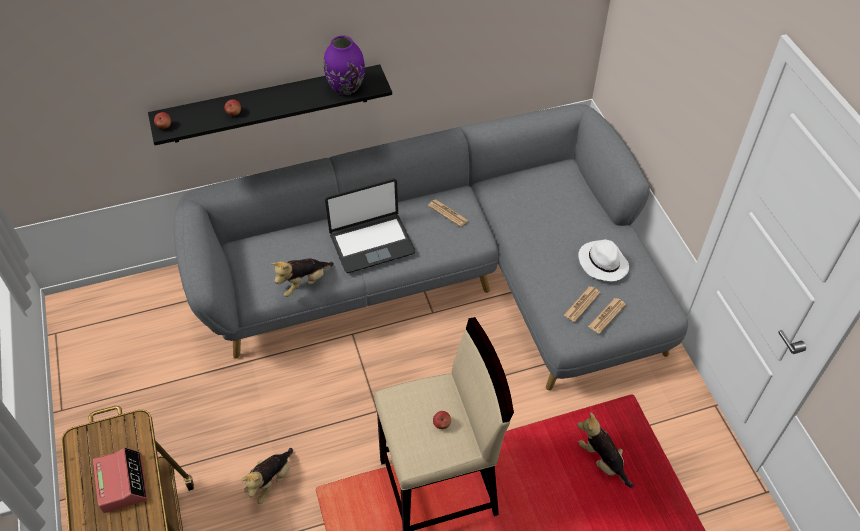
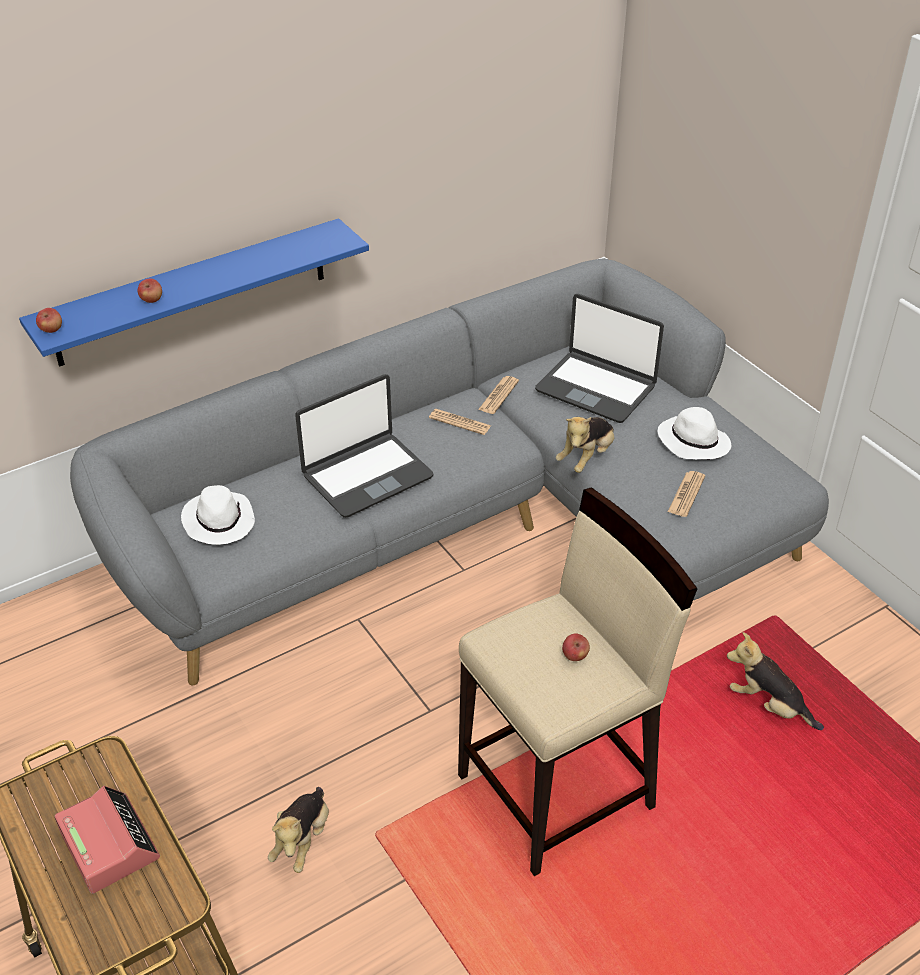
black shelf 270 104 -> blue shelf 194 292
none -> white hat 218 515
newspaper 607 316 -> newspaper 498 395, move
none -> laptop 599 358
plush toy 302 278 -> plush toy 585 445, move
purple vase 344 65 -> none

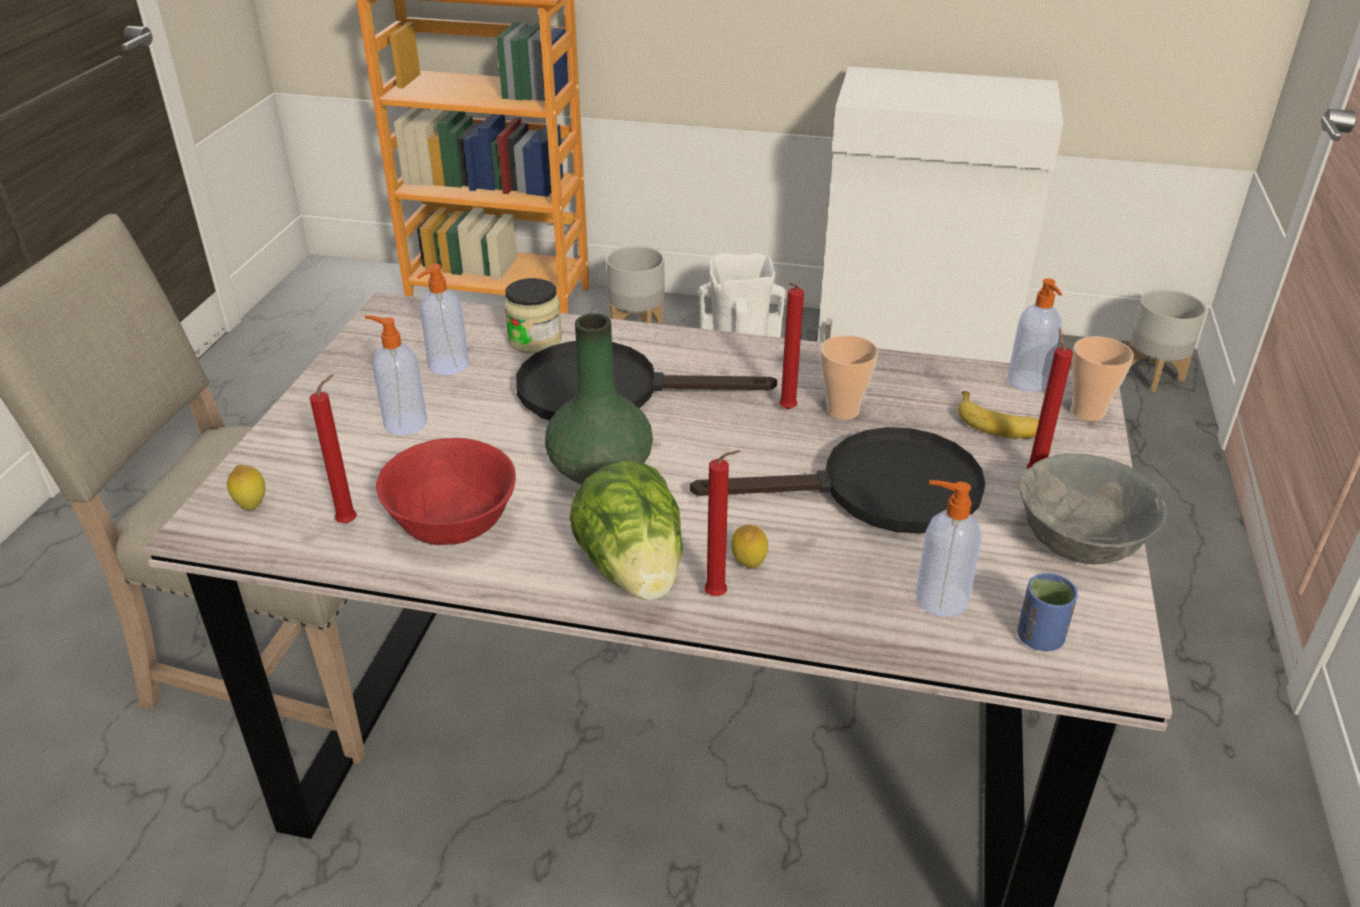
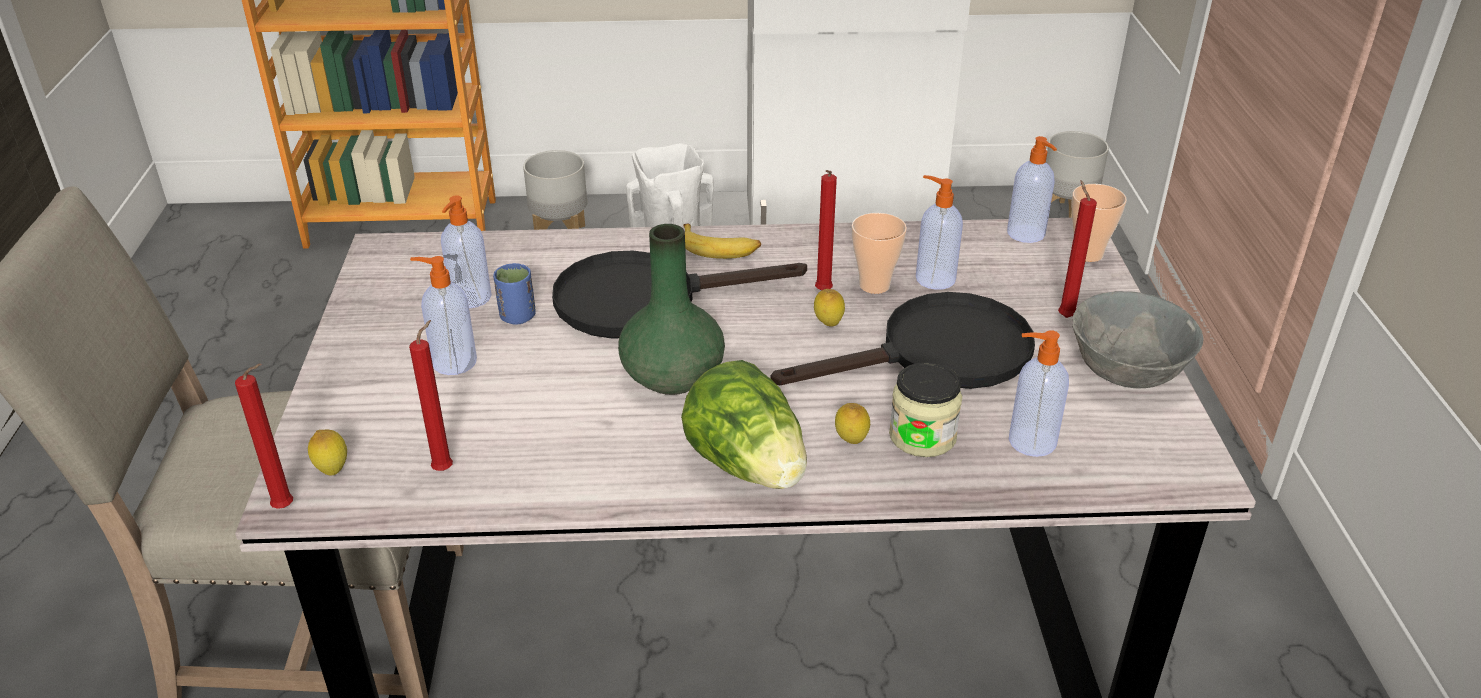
red candle 722 523 -> red candle 264 436, move
blue cup 1047 612 -> blue cup 514 294, move
banana 998 415 -> banana 722 241, move
none -> lemon 829 308
jar 533 315 -> jar 925 410, move
none -> soap dispenser 939 232
red bowl 446 491 -> none

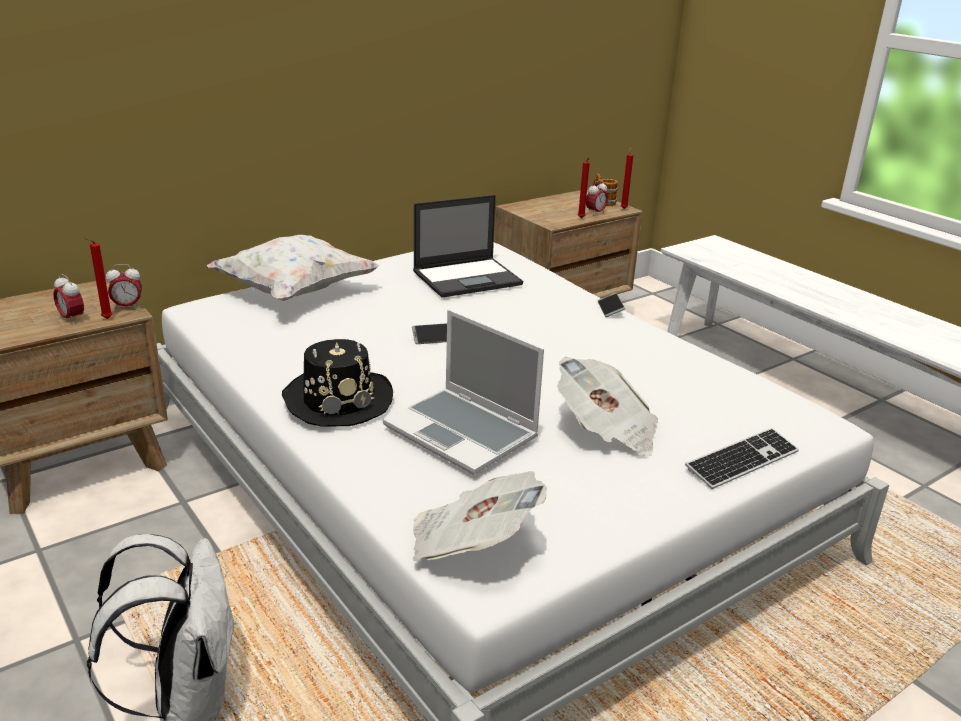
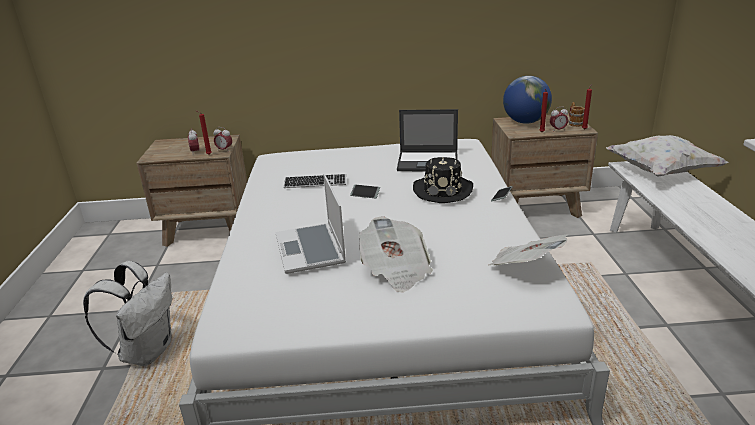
keyboard 742 458 -> keyboard 315 181, move
black hat 337 383 -> black hat 443 180, move
newspaper 480 516 -> newspaper 528 249, move
none -> globe 527 100
white pillow 293 268 -> white pillow 667 156, move

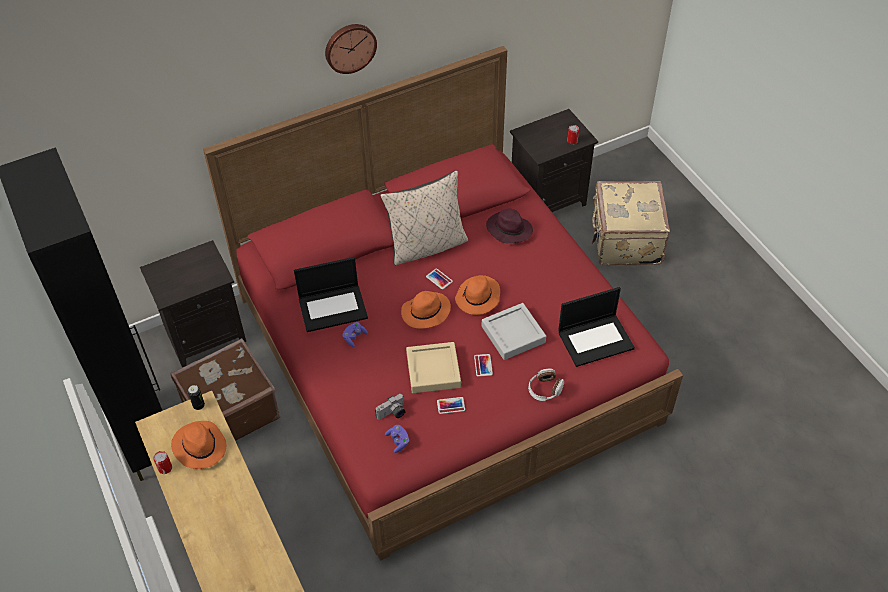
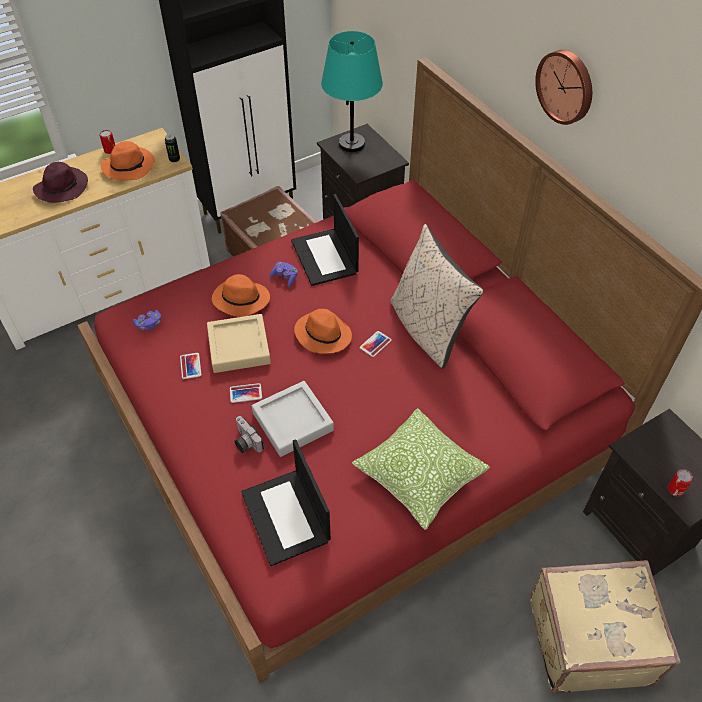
purple hat 509 225 -> purple hat 60 182, move
orange hat 477 295 -> orange hat 241 295, move
photo camera 390 407 -> photo camera 249 434, move
none -> turquoise table lamp 352 91
none -> pillow 421 469
headphones 546 384 -> none

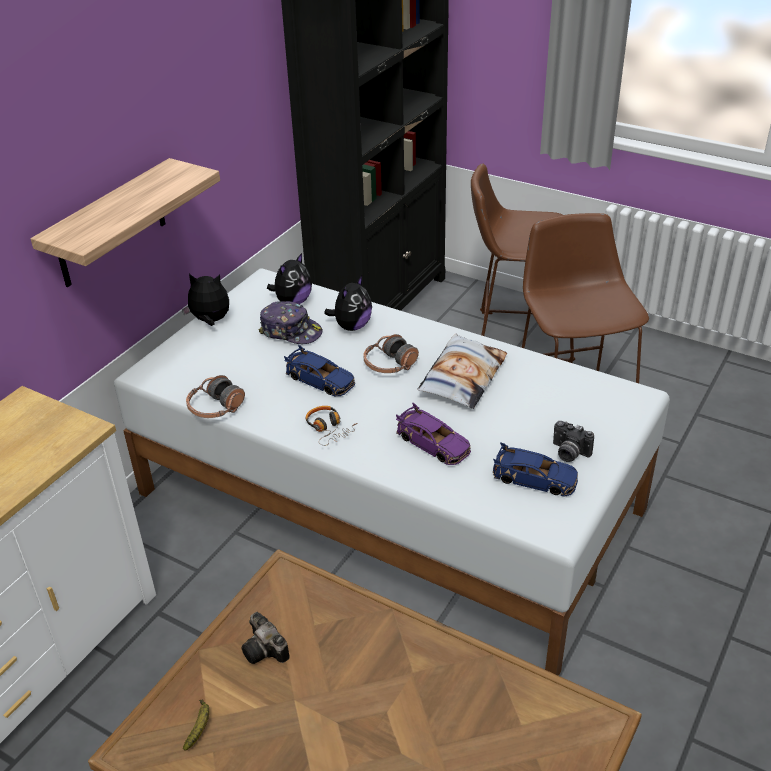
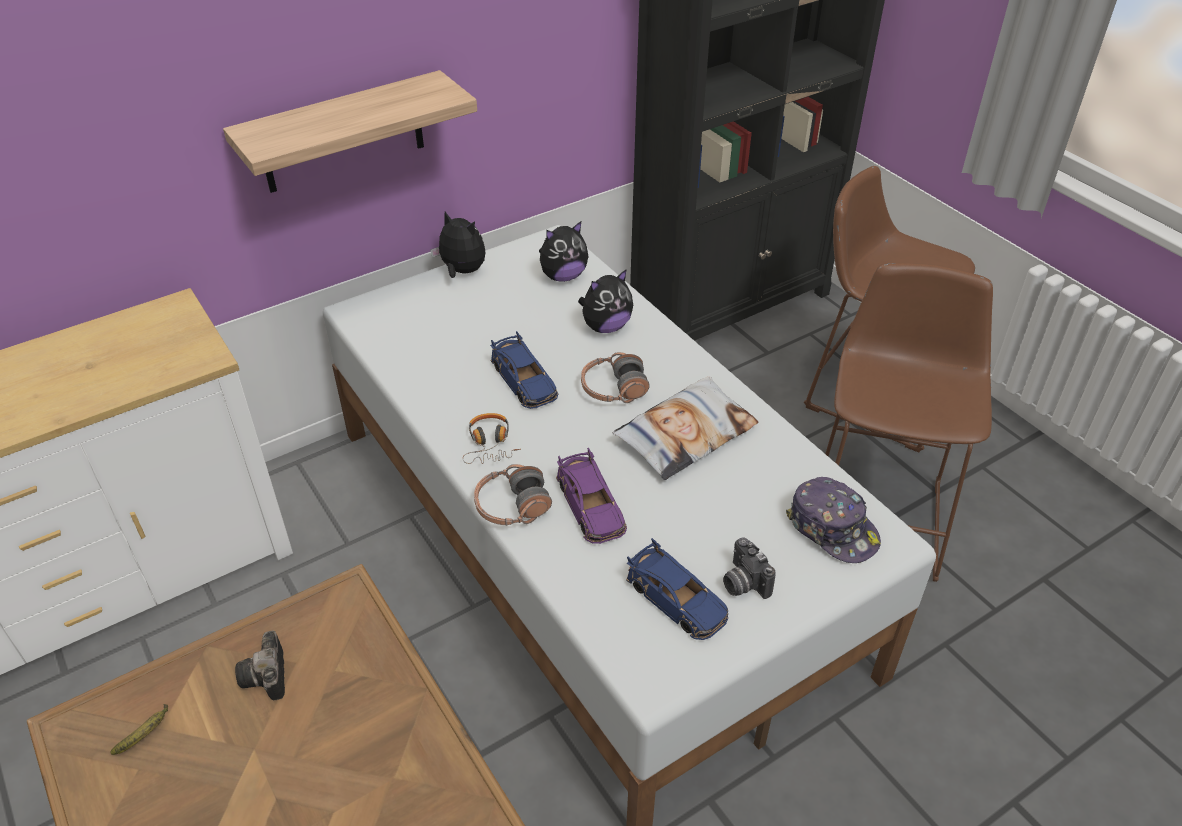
headphones 215 396 -> headphones 513 494, move
cap 291 322 -> cap 833 520, move

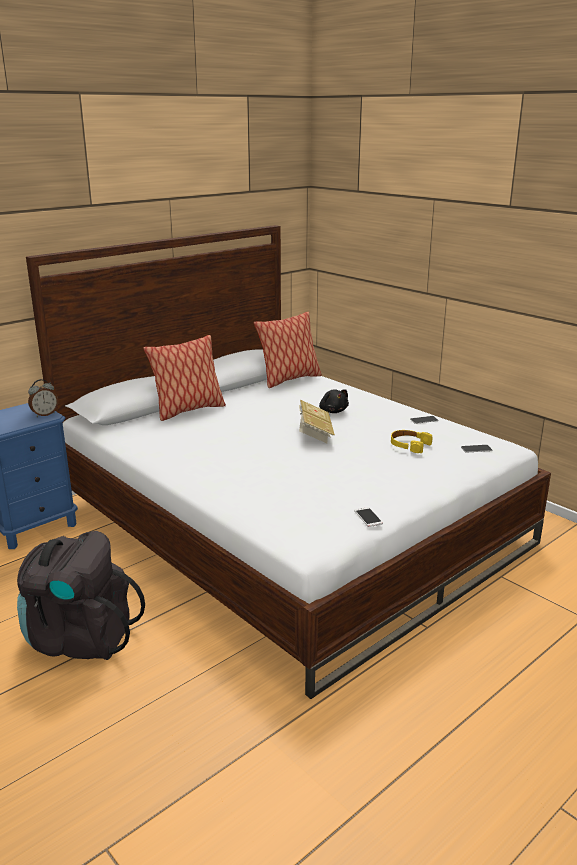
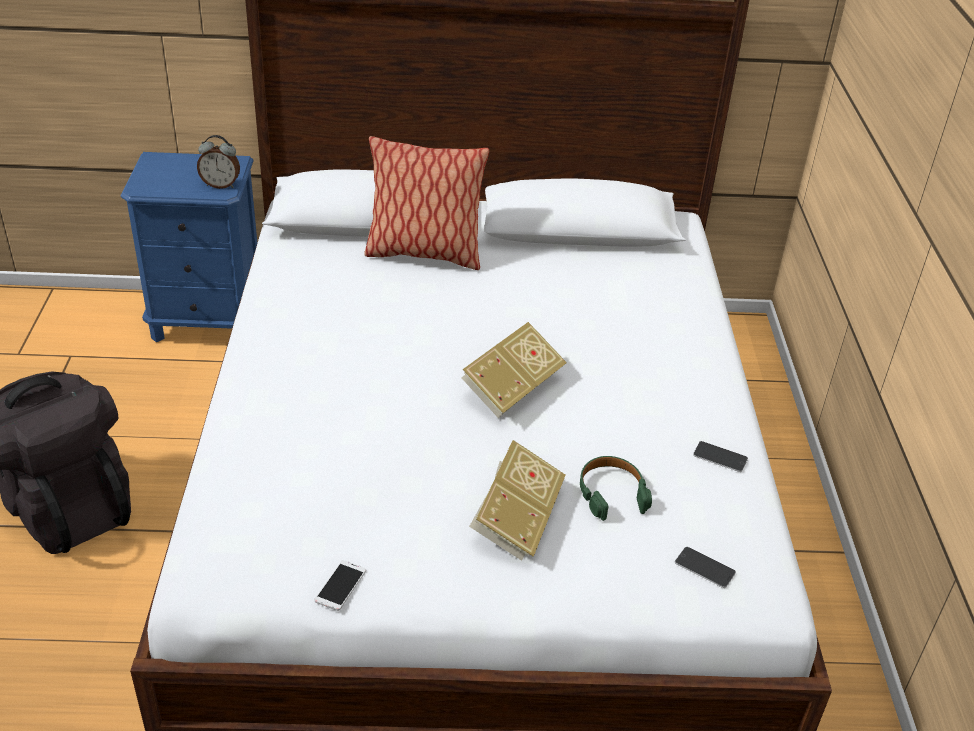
none -> book 517 500
yellow headphones 411 441 -> green headphones 616 488
pillow 288 350 -> none
black plush toy 334 401 -> none

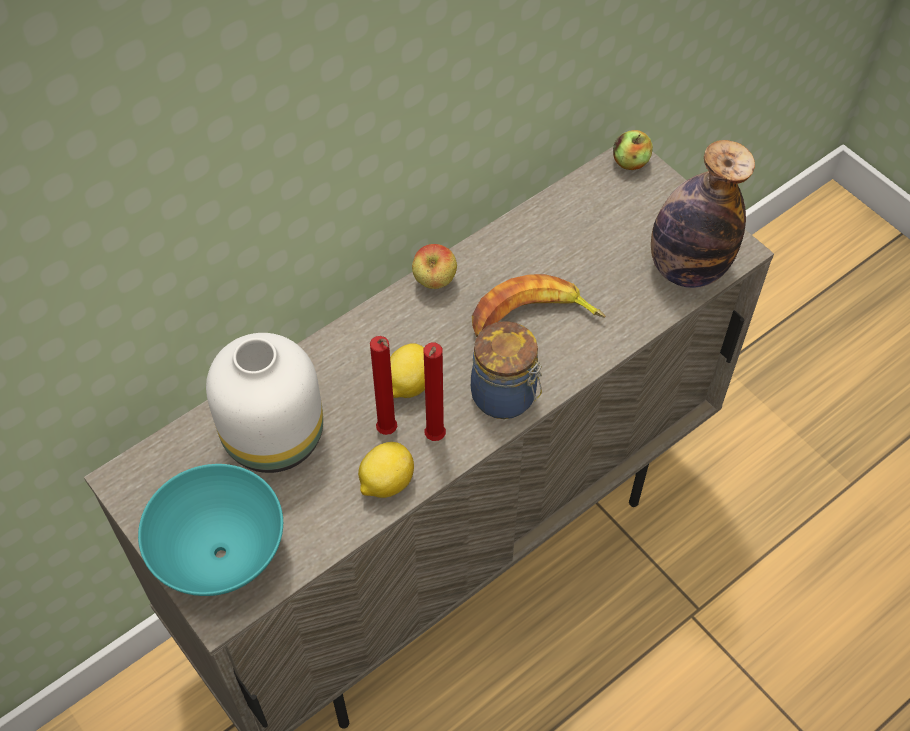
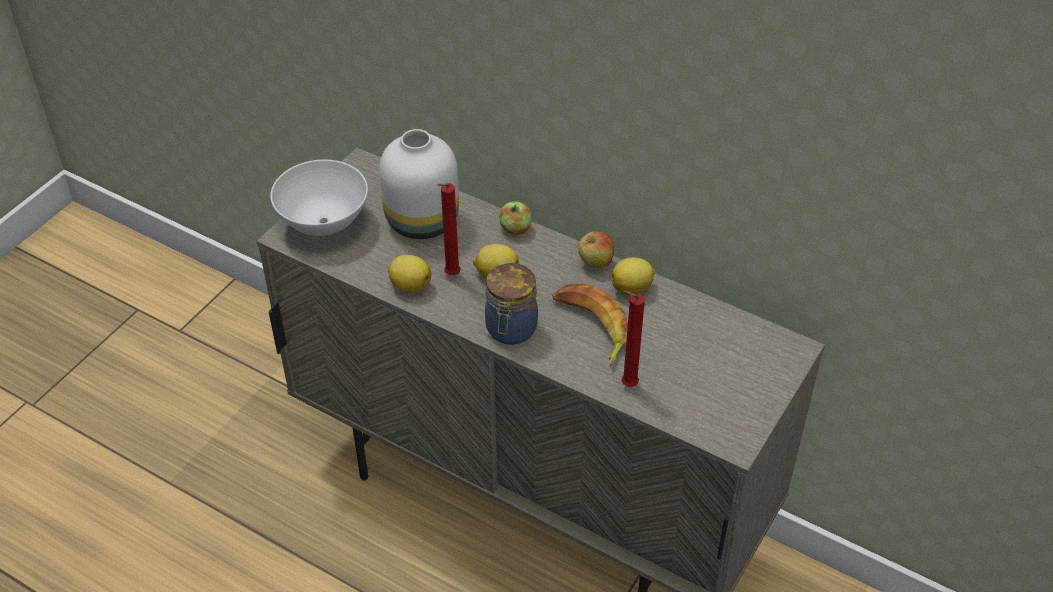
turquoise bowl 210 530 -> white bowl 319 198
apple 633 150 -> apple 515 218, move
none -> lemon 633 276
red candle 435 392 -> red candle 633 338, move
bottle 703 214 -> none

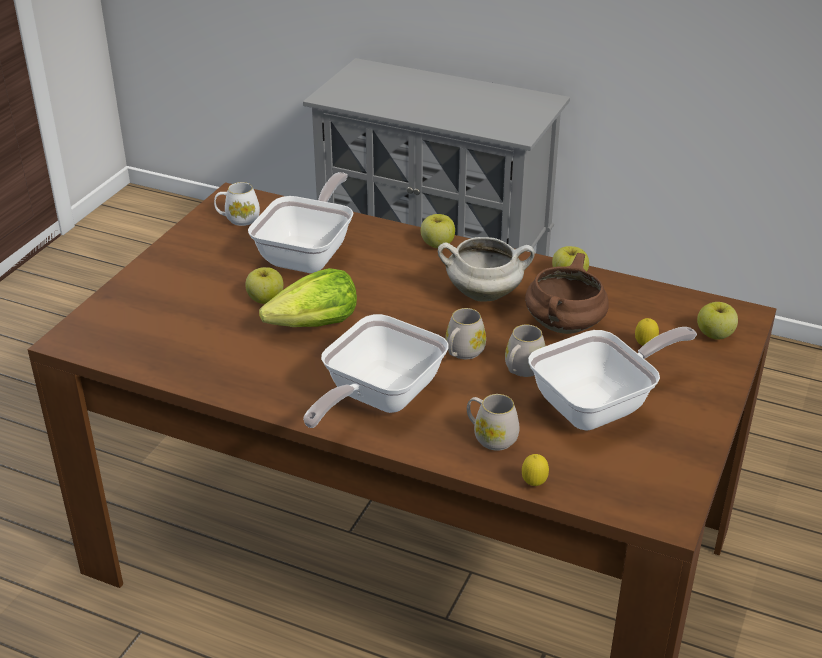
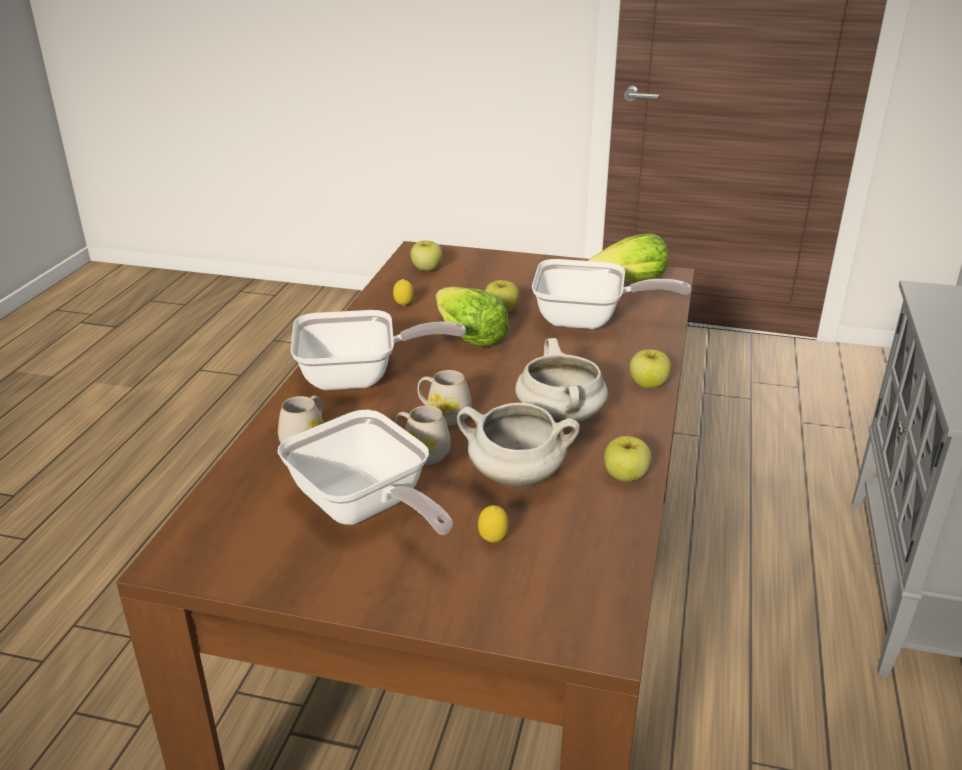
frying pan 376 371 -> frying pan 378 350, 150 degrees clockwise
lemon 535 470 -> lemon 403 292, move
apple 717 321 -> apple 426 256, move
brown cooking pot 567 293 -> white cooking pot 518 445
white mug 237 204 -> lettuce 627 257

